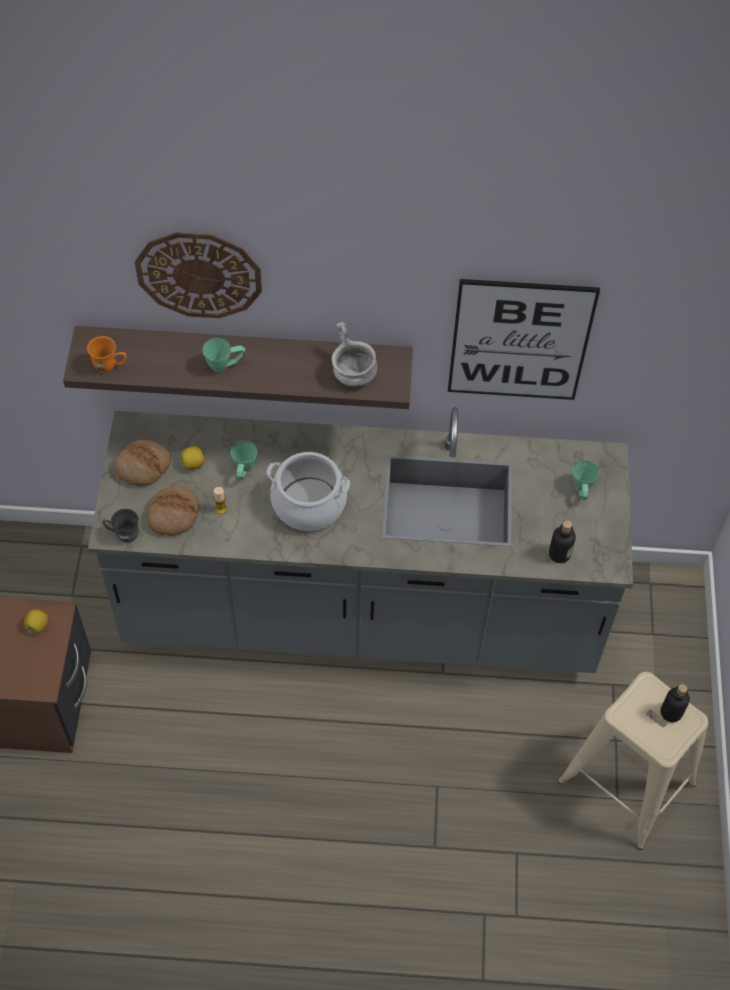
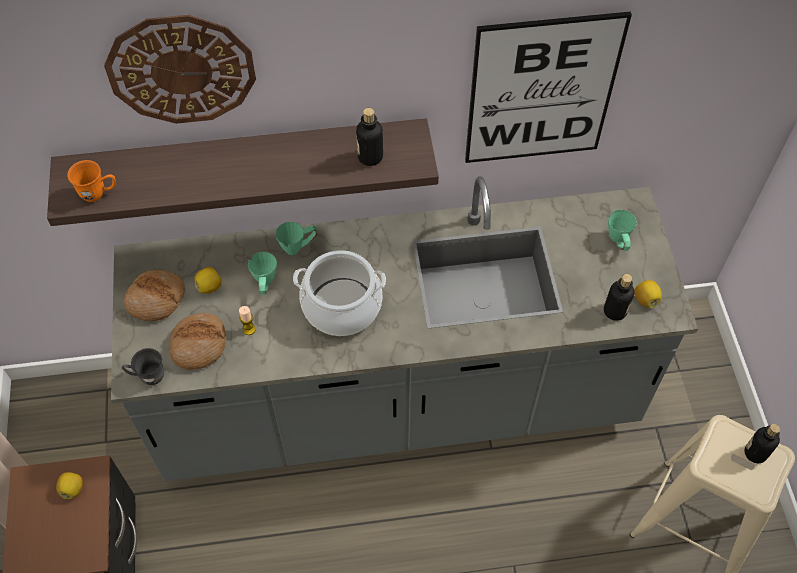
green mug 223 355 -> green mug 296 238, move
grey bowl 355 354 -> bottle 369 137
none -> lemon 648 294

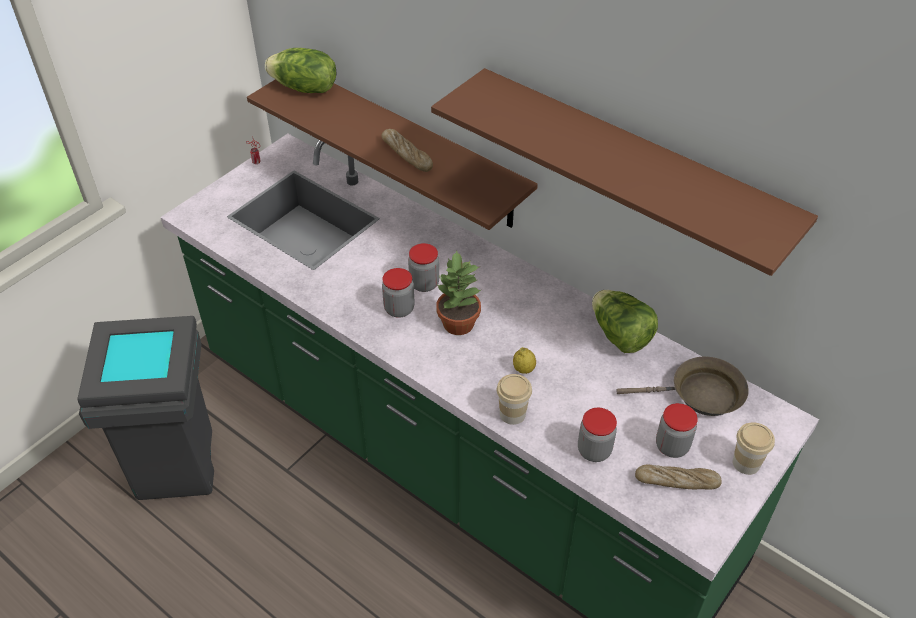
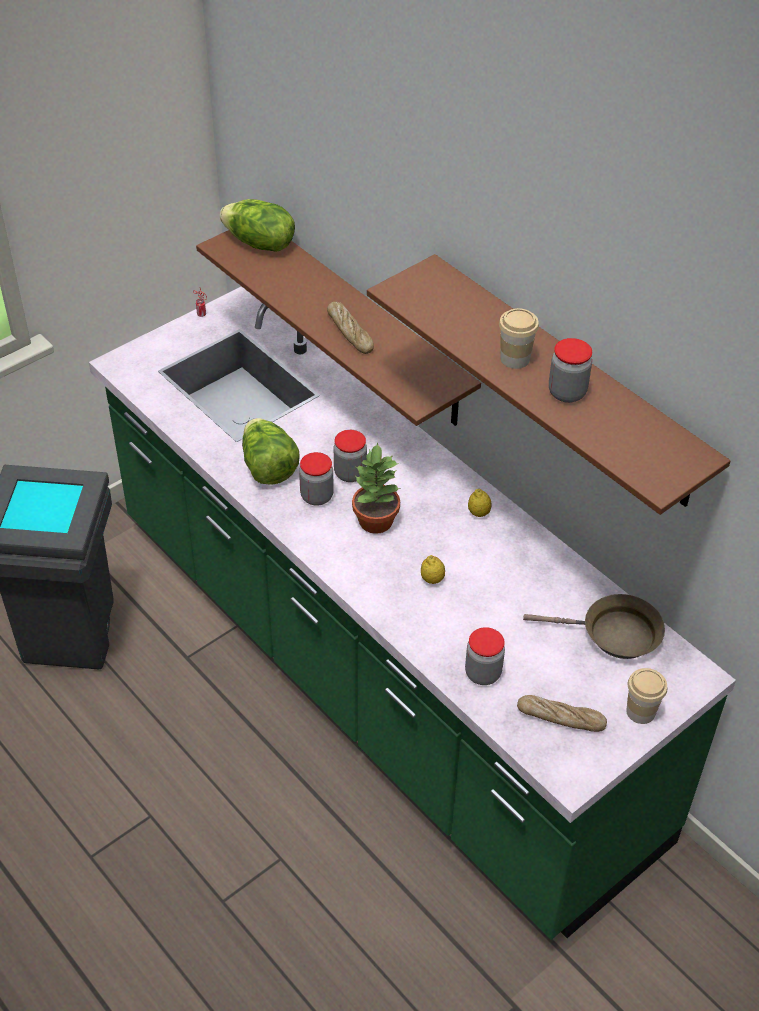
lettuce 625 321 -> lettuce 271 451, move
none -> lemon 480 503
cup 514 399 -> cup 519 338, move
jar 677 430 -> jar 570 370, move

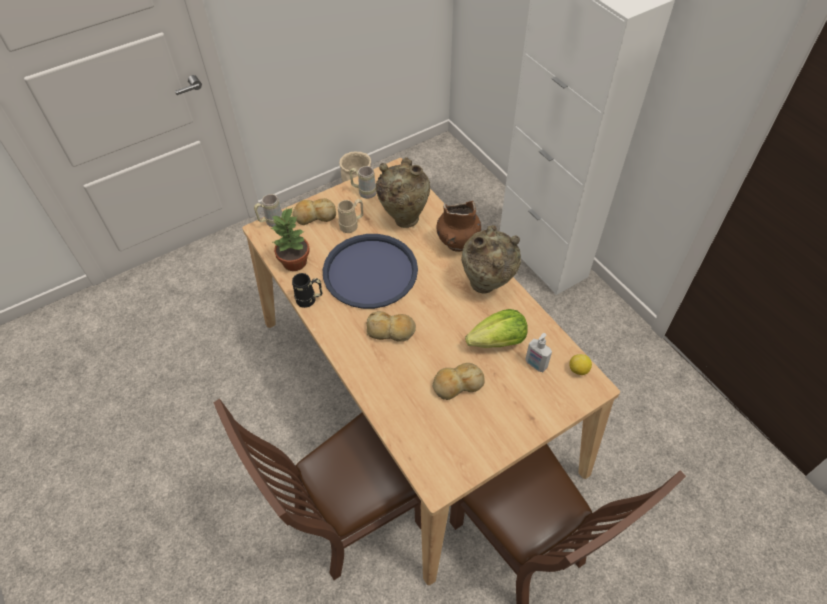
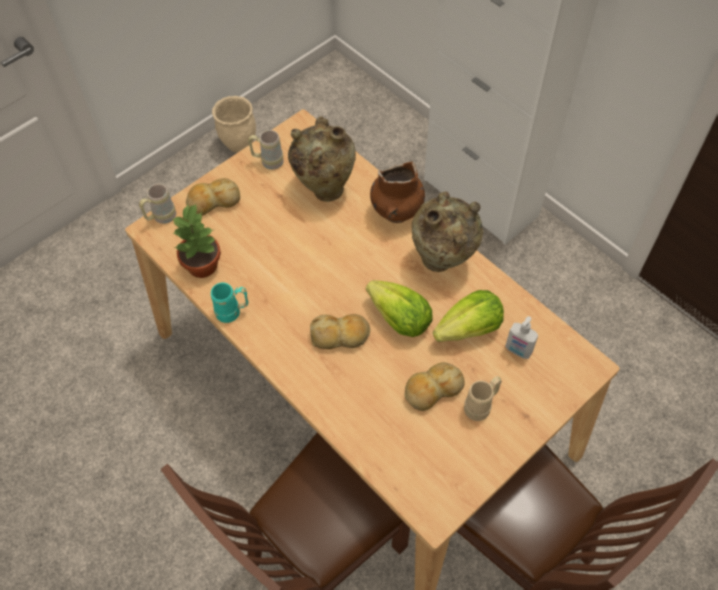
black mug 307 290 -> turquoise mug 230 303
none -> lettuce 399 308
beige mug 350 216 -> beige mug 483 398, move
blue tray 370 271 -> none
lemon 580 364 -> none

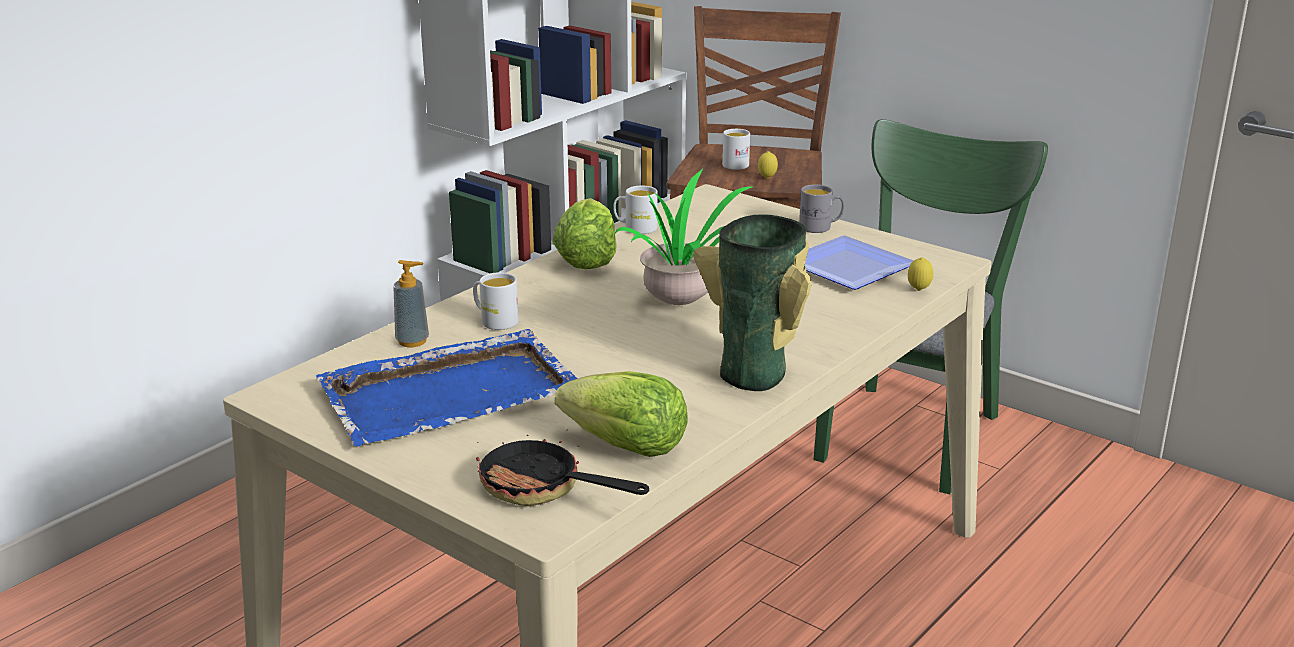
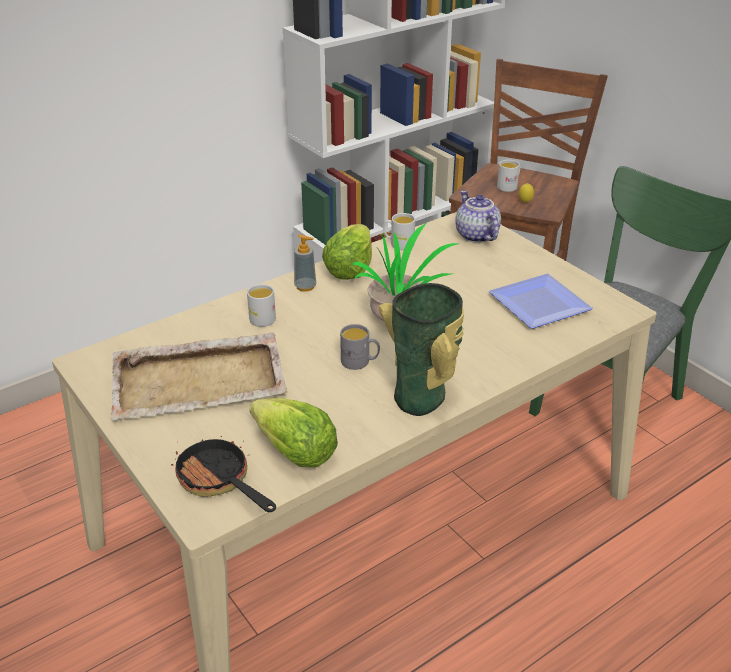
blue tray 447 387 -> beige tray 198 376
soap dispenser 411 303 -> soap dispenser 305 263, move
grey mug 821 208 -> grey mug 360 347, move
none -> teapot 478 217
lemon 920 274 -> none

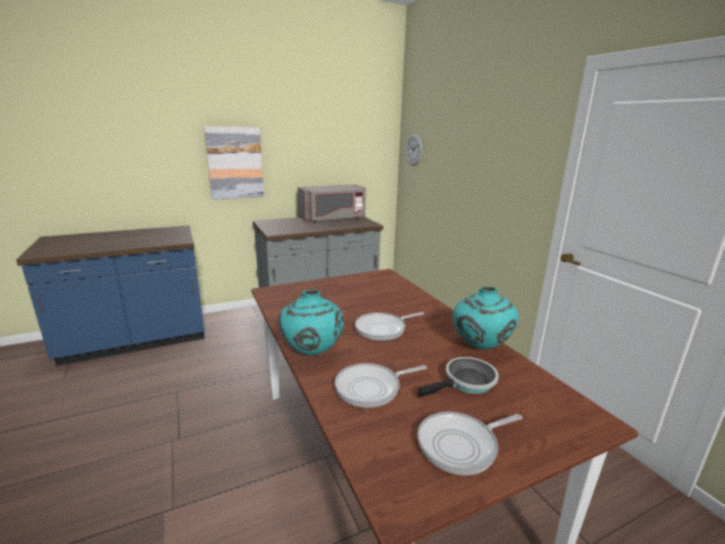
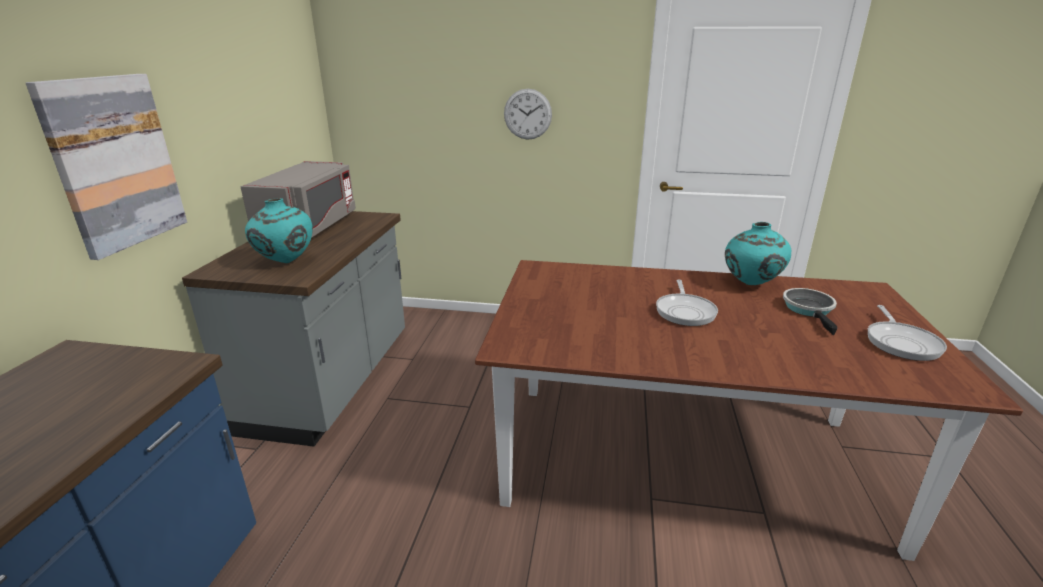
turquoise vase 311 322 -> turquoise vase 279 230, move
wall clock 414 150 -> wall clock 528 114, move
frying pan 381 385 -> none

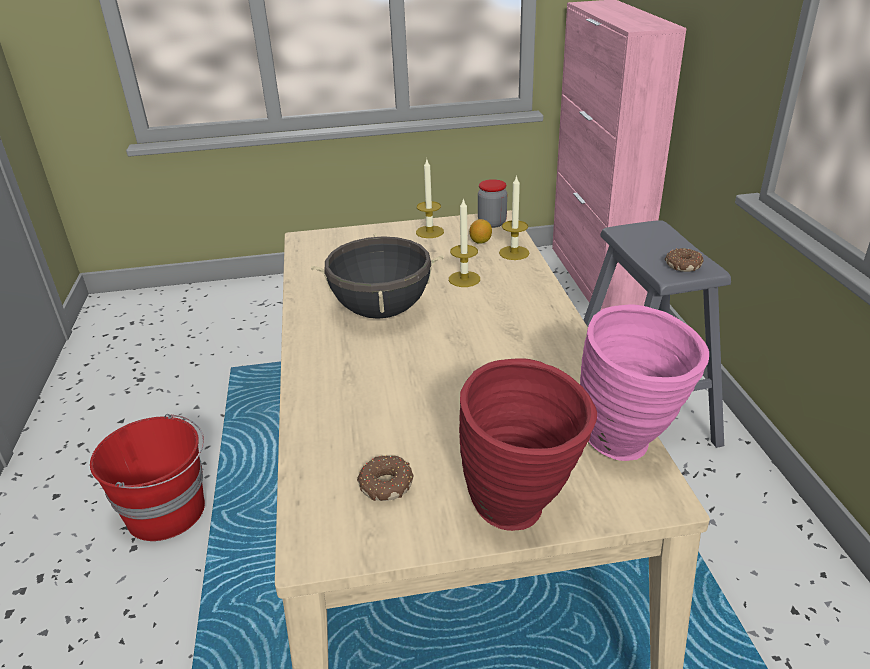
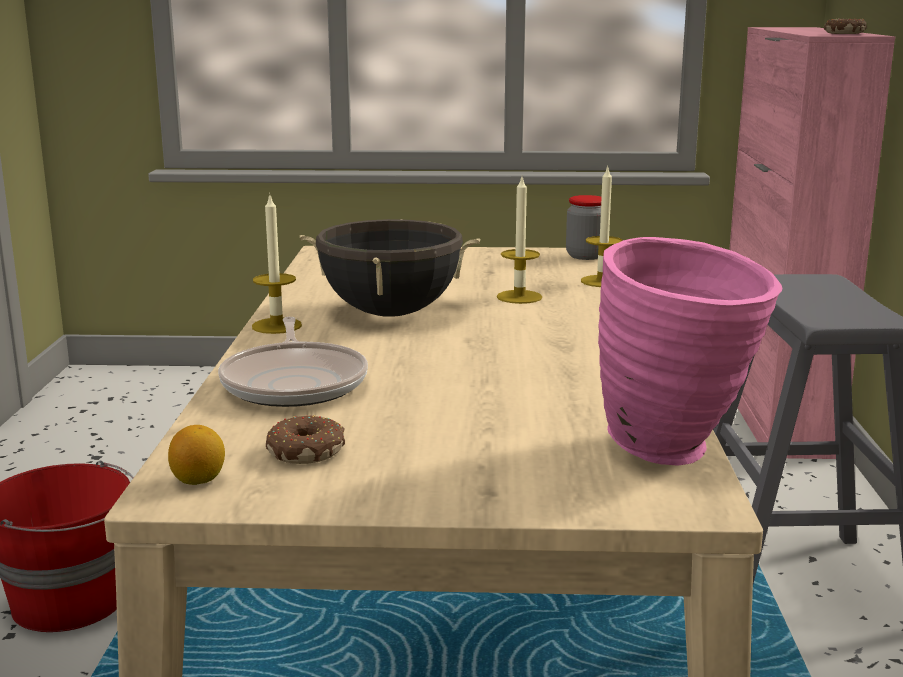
lemon 480 231 -> lemon 196 455, move
none -> frying pan 293 362
candle 430 198 -> candle 277 263, move
donut 684 260 -> donut 845 26, move
red vase 528 444 -> none

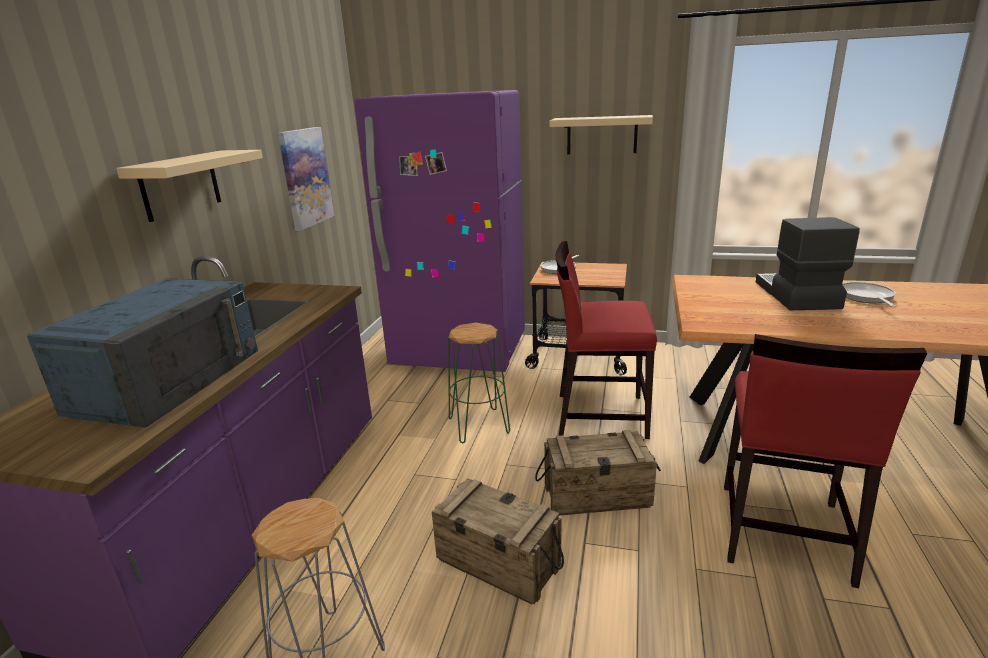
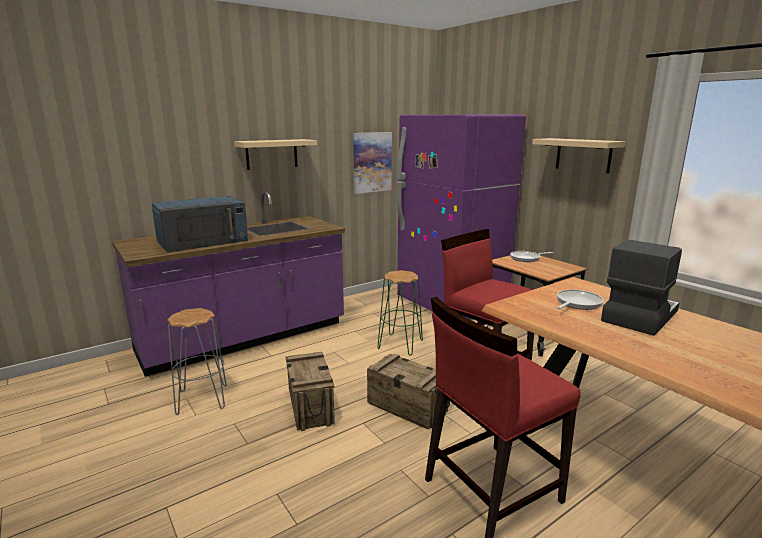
frying pan 869 294 -> frying pan 580 300, move

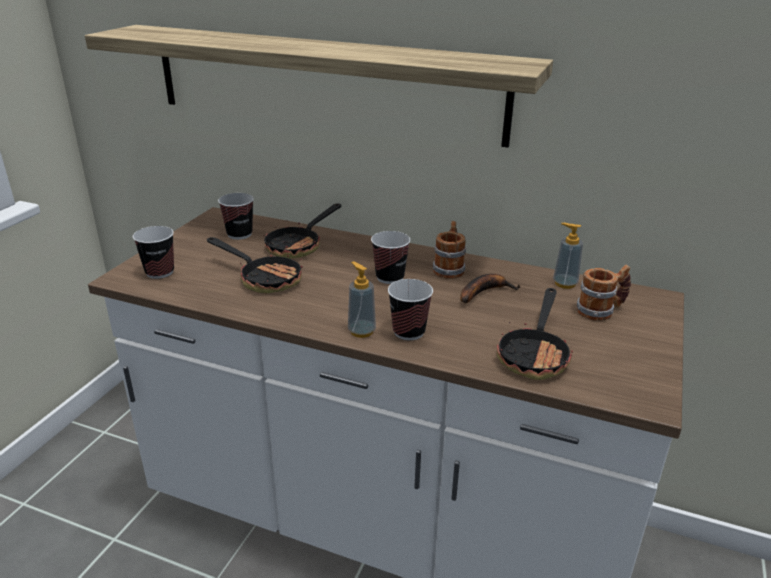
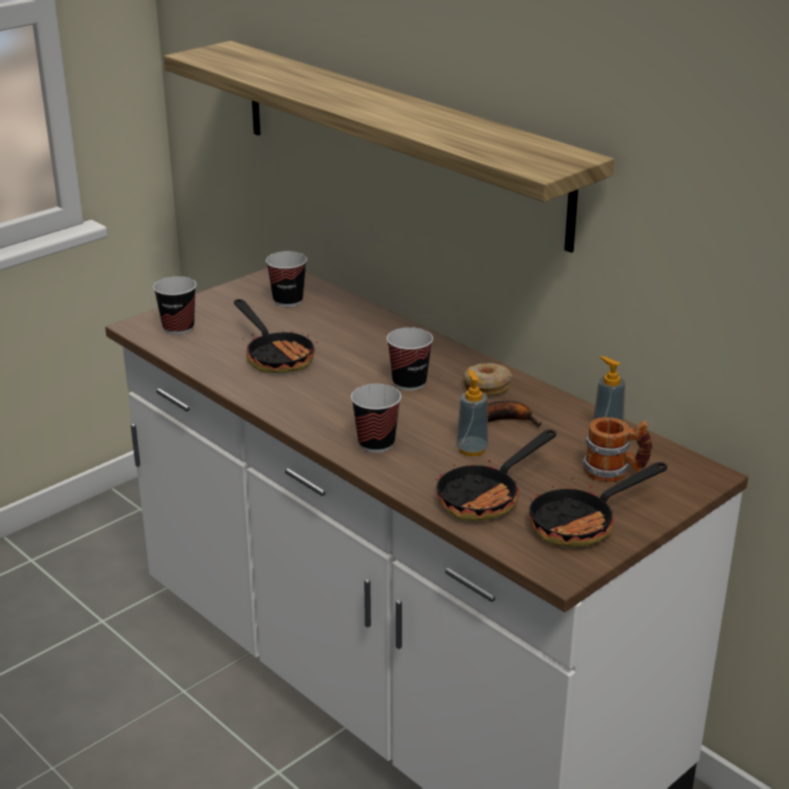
soap dispenser 362 299 -> soap dispenser 472 412, move
mug 449 250 -> donut 488 379
frying pan 302 231 -> frying pan 598 504, move

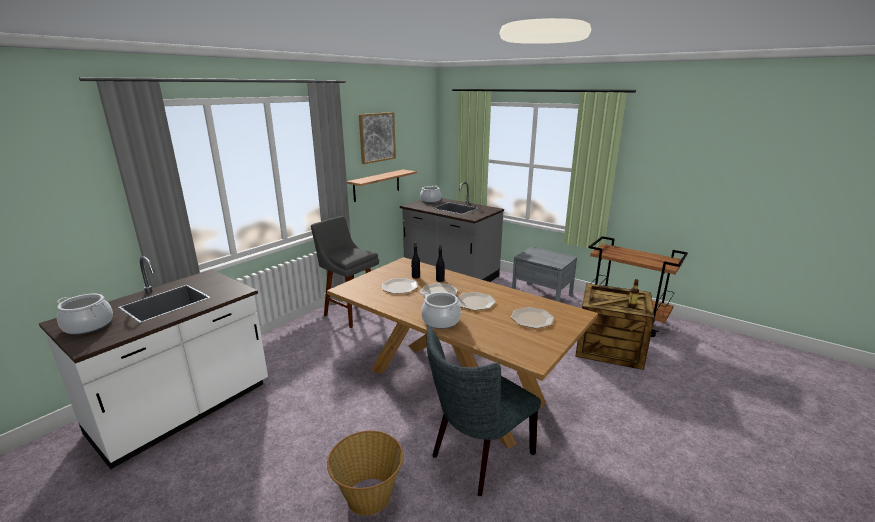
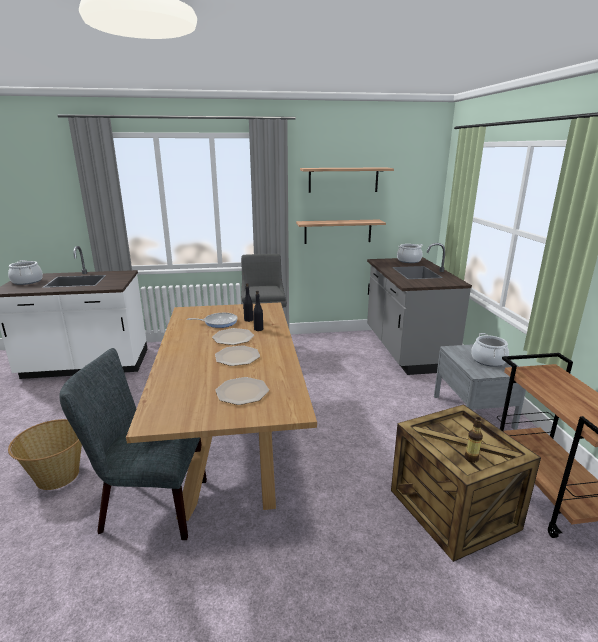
plate 400 286 -> frying pan 212 320
picture 377 138 -> shelf 347 180
cooking pot 441 310 -> cooking pot 490 350, move

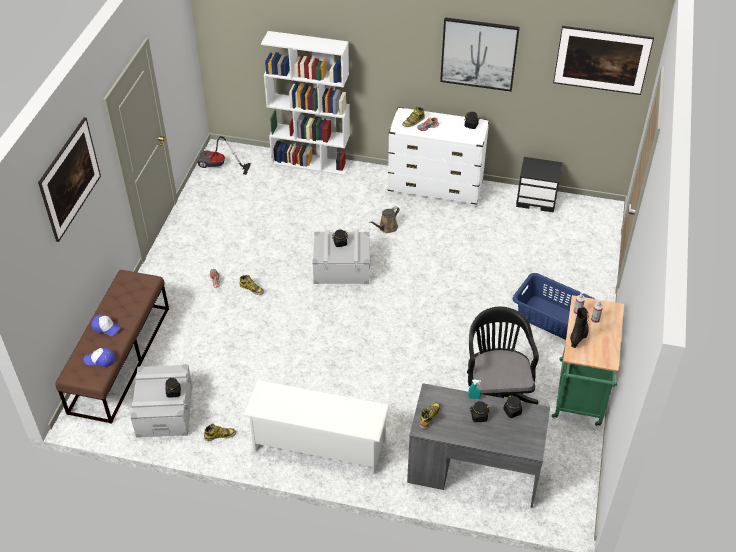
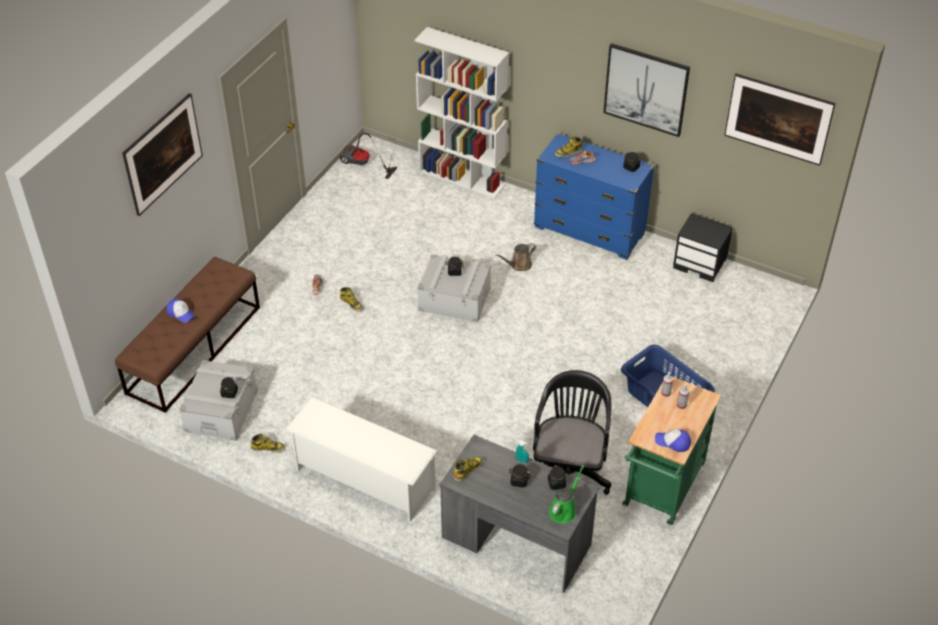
white dresser 439 157 -> blue dresser 594 196
none -> green watering can 566 494
cap 99 357 -> cap 673 440, move
black boot 579 327 -> none

